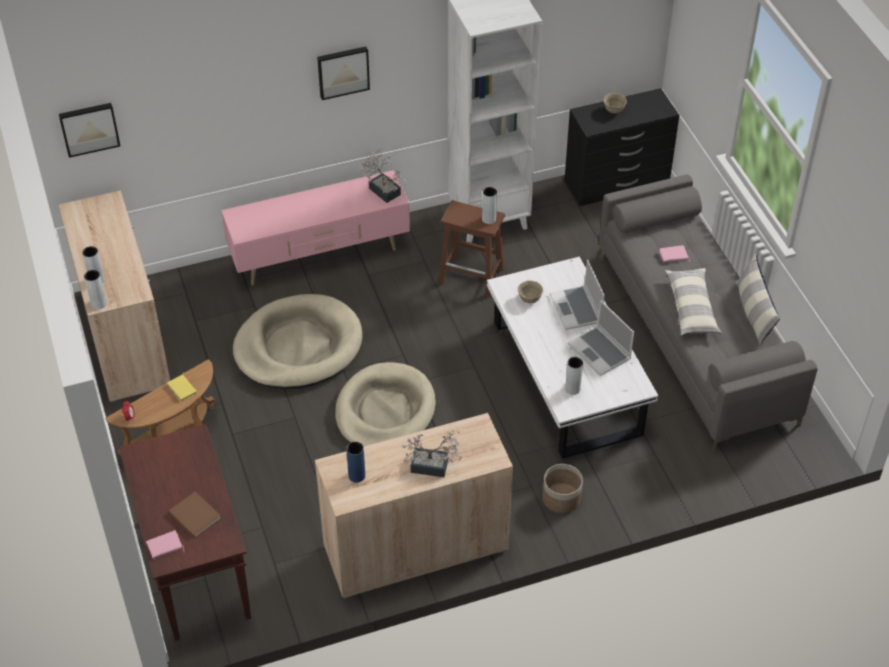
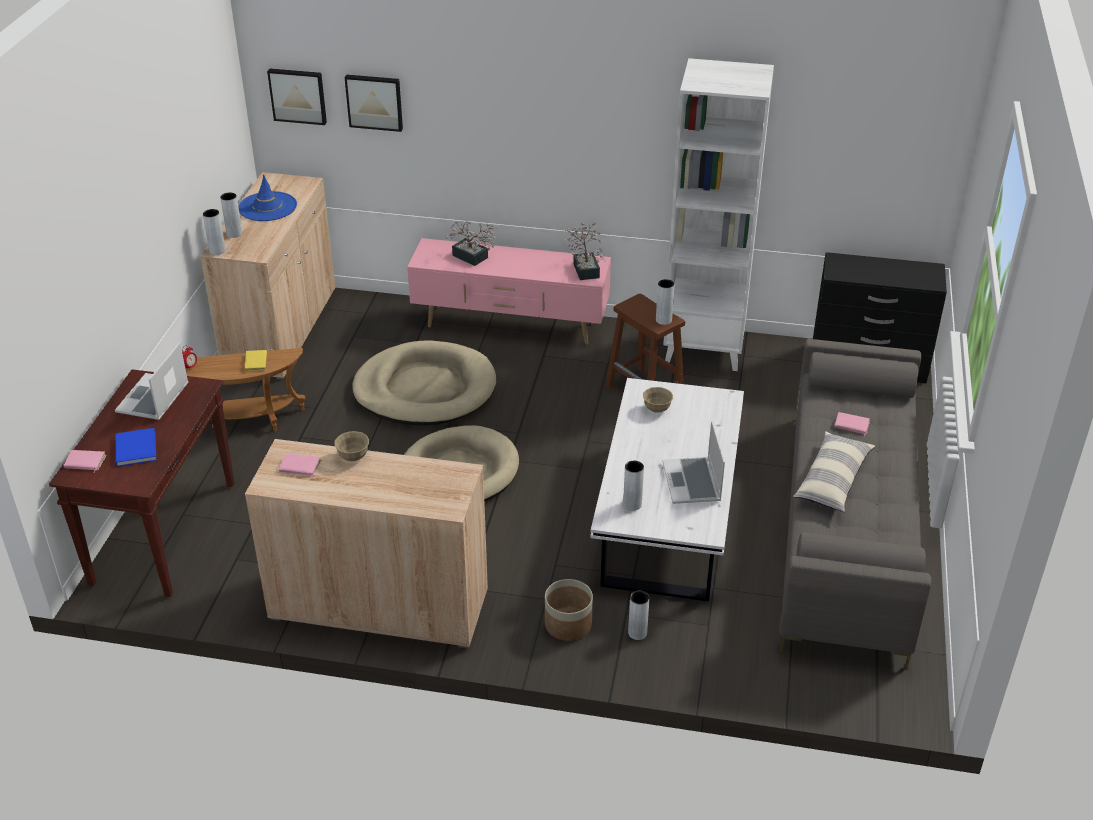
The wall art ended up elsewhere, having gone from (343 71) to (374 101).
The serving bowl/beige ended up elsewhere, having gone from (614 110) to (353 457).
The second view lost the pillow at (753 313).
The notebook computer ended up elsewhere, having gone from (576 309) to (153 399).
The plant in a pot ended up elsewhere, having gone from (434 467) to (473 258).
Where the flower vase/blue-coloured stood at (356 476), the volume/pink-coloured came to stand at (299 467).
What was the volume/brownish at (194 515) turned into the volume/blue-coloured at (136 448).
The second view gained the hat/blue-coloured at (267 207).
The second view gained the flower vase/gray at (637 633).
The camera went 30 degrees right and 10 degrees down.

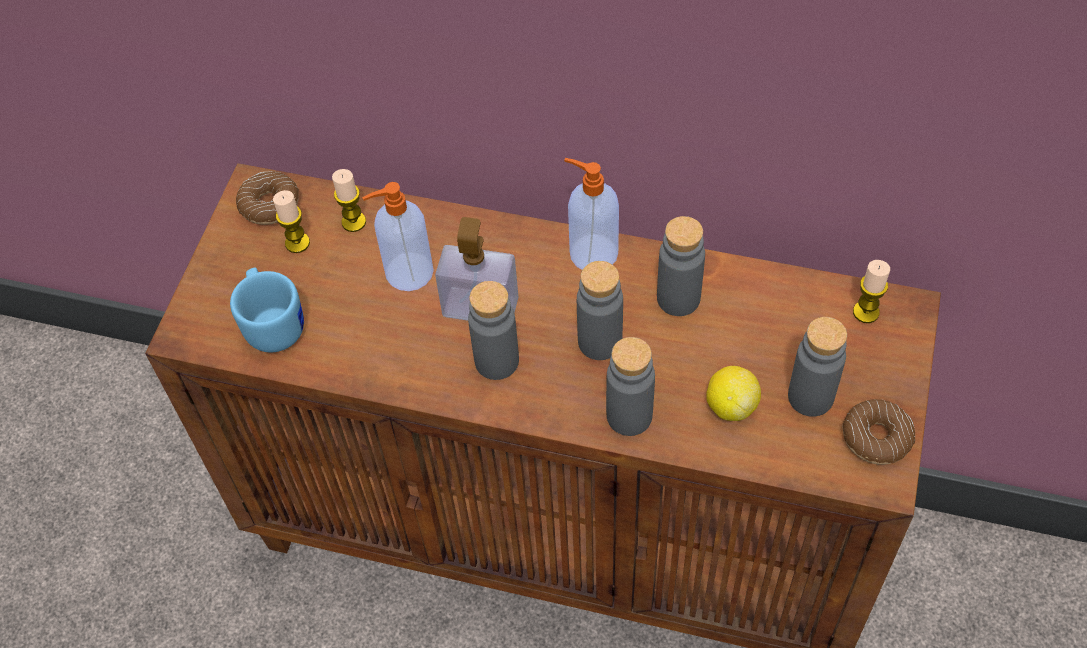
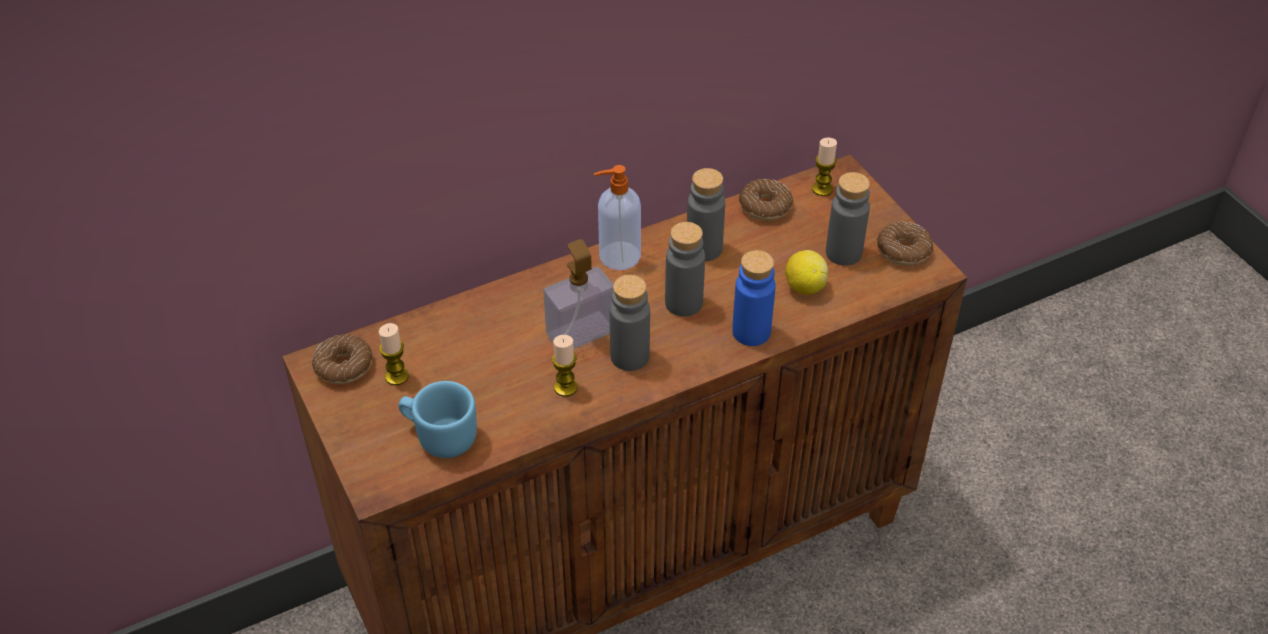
The wax light ended up elsewhere, having gone from (354 222) to (565 387).
The second view lost the liquid soap bottle at (407 272).
What was the bottle/gray at (629 416) turned into the bottle/blue-coloured at (751 332).
The second view gained the donut at (765 206).
The camera went 45 degrees left and 10 degrees down.

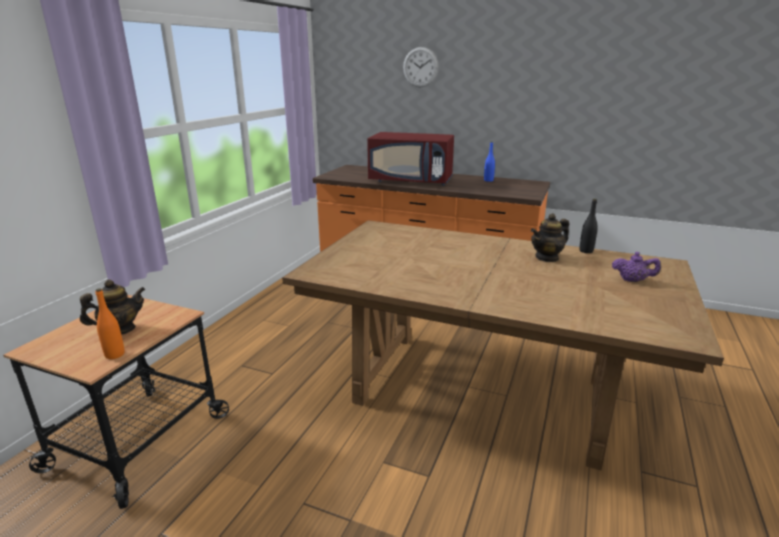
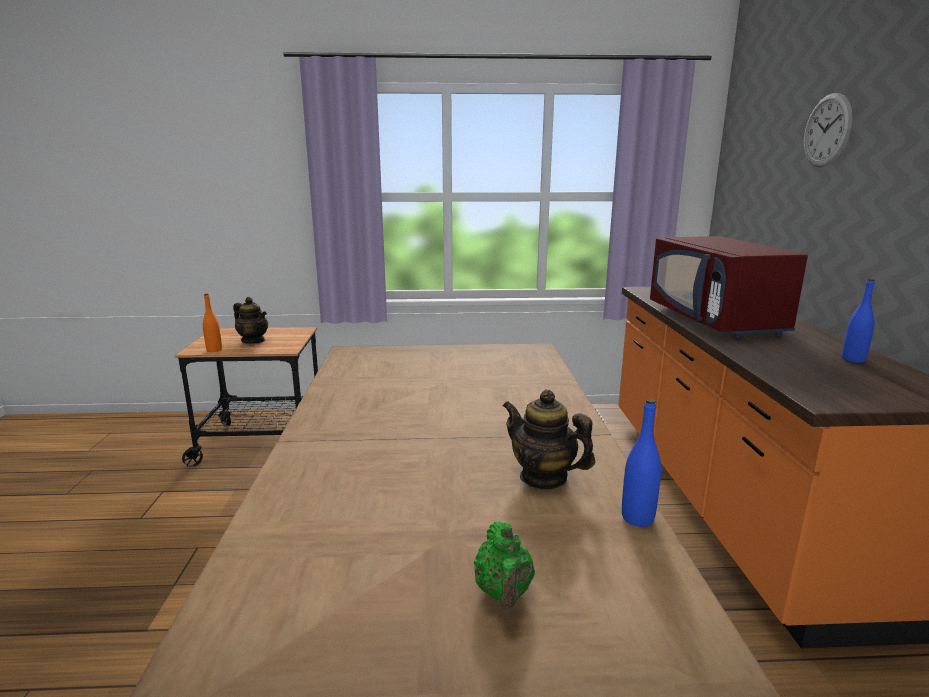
What was the bottle/blackish at (586 251) turned into the bottle/blue-coloured at (637 518).
What was the tea pot/purplish at (632 280) turned into the tea pot/greenish at (504 593).
The camera went 65 degrees right and 5 degrees down.

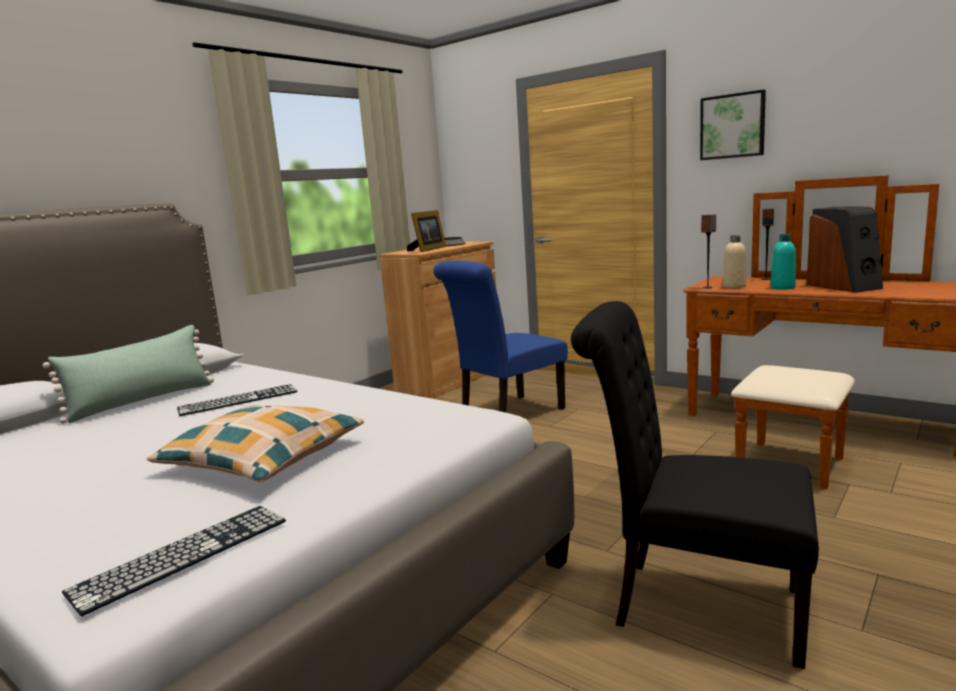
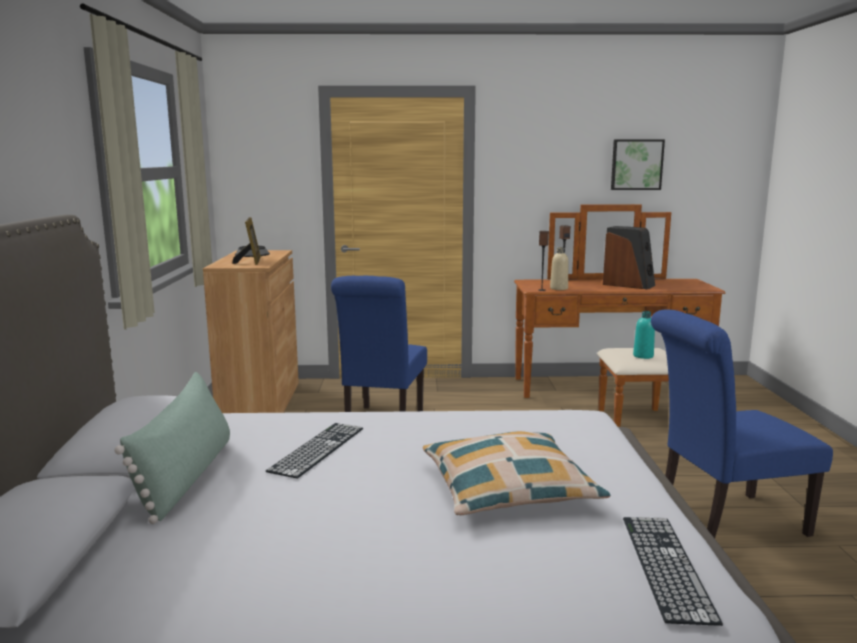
The wall art ended up elsewhere, having gone from (732 126) to (636 164).
The bottle/turquoise ended up elsewhere, having gone from (782 287) to (643 356).
What was the plain chair/blackish at (695 605) turned into the plain chair/blue-coloured at (722 523).
The camera went 40 degrees left and 0 degrees up.

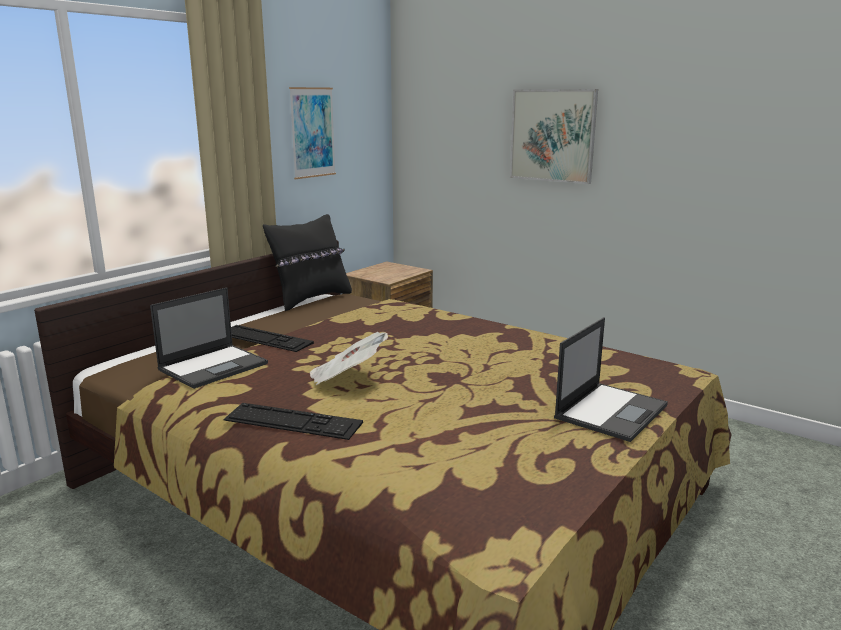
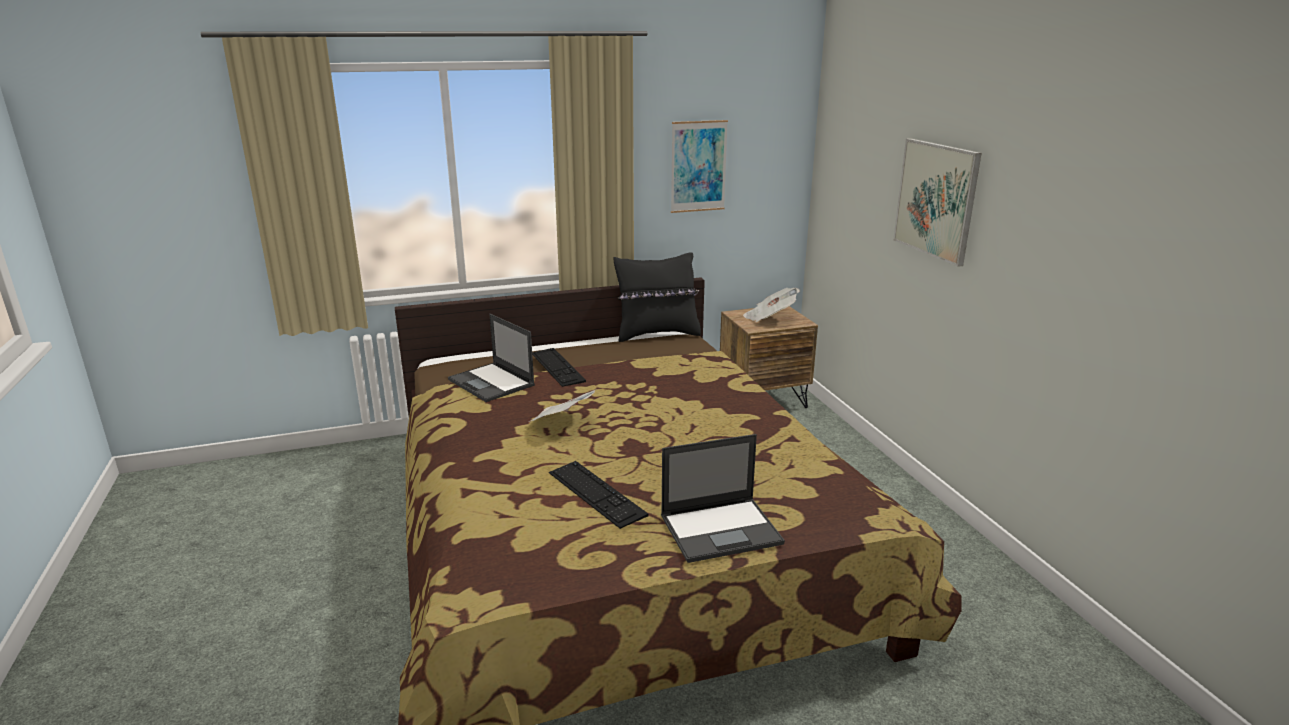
The notebook computer at (214 366) ended up facing another way, 60 degrees clockwise from before.
The keyboard ended up elsewhere, having gone from (293 421) to (596 493).
The second view gained the newspaper at (769 318).
The camera went 35 degrees right and 5 degrees up.

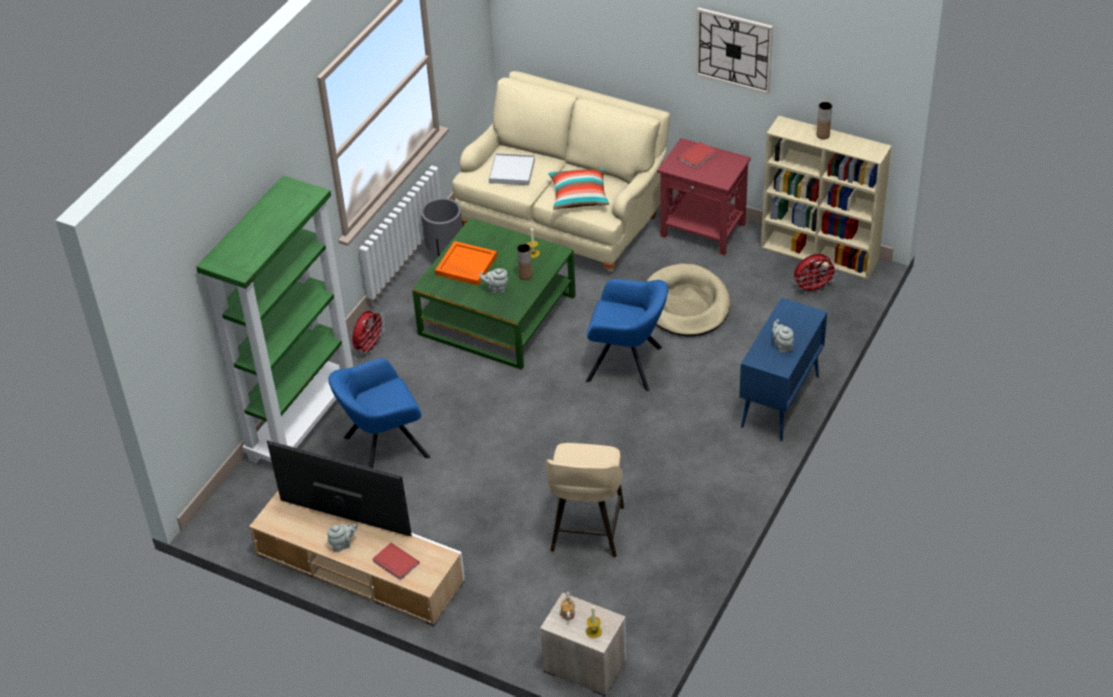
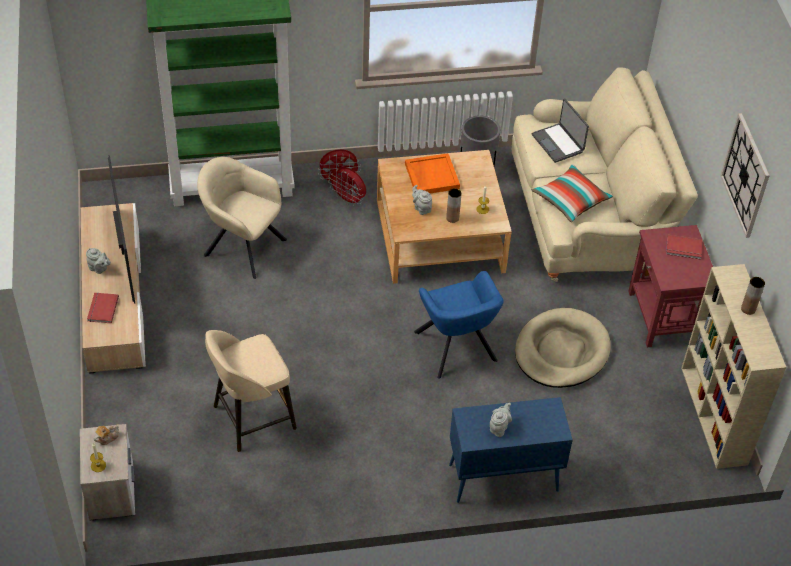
Where the tray/white-coloured stood at (512 171), the notebook computer came to stand at (558 143).
What was the low table/greenish at (497 315) turned into the low table/beige at (440 236).
The cooling fan/reddish ended up elsewhere, having gone from (813 288) to (348 199).
What was the easy chair/blue-coloured at (383 448) turned into the easy chair/beige at (242 246).
The camera went 50 degrees right and 5 degrees up.

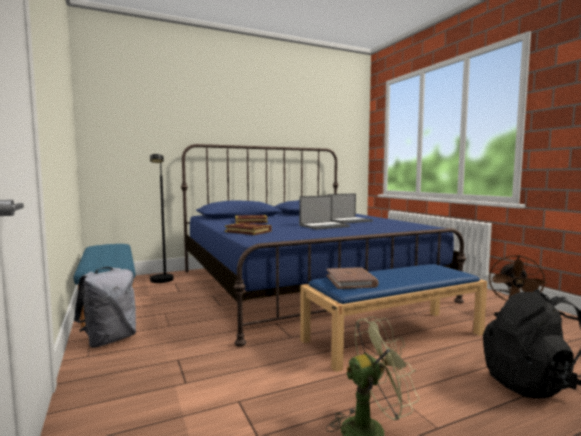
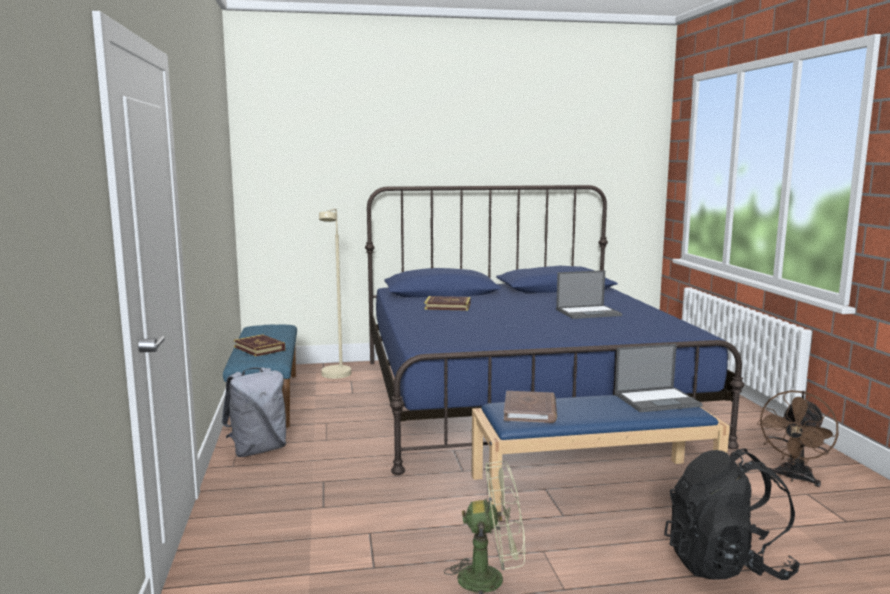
What was the floor lamp/blackish at (162 281) turned into the floor lamp/beige at (336 376).
The notebook computer ended up elsewhere, having gone from (324 226) to (657 400).
The volume ended up elsewhere, having gone from (248 231) to (259 348).
The camera went 15 degrees right and 5 degrees up.

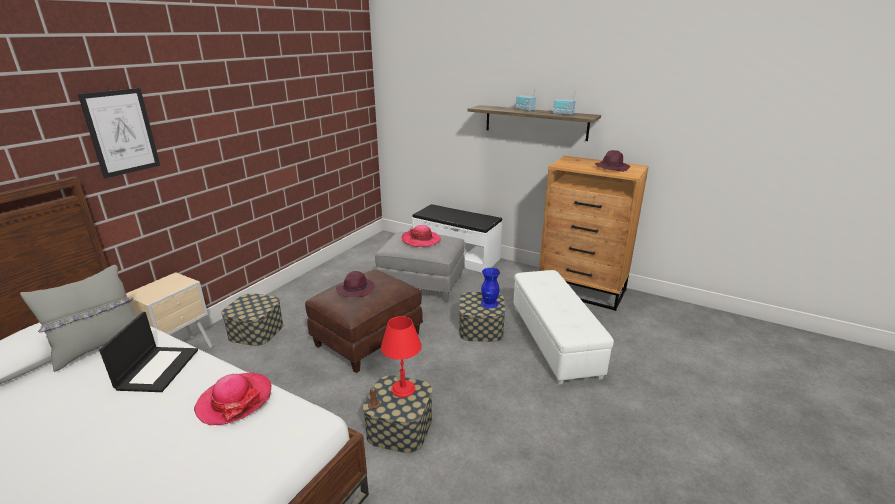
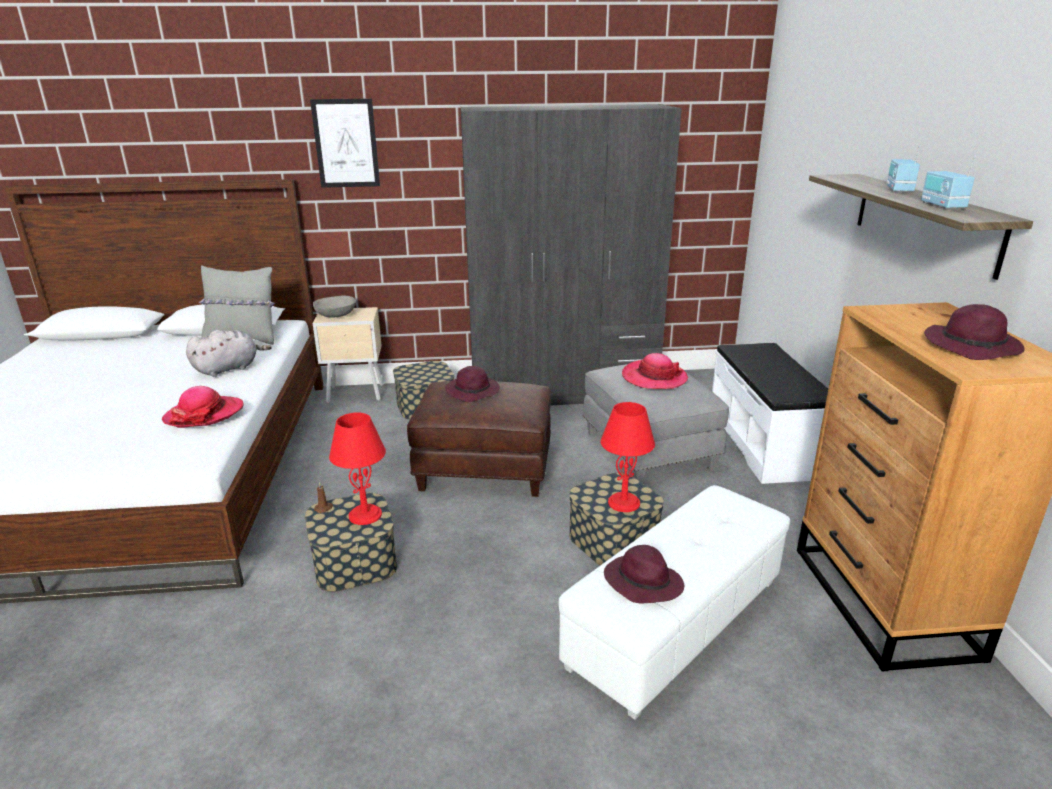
Where the flower vase/blue-coloured stood at (489 303), the table lamp/reddish came to stand at (623 503).
Where the notebook computer stood at (158 368), the plush toy/gray came to stand at (229 369).
The second view gained the wardrobe/gray at (563 391).
The second view gained the serving bowl/gray at (336 315).
The second view gained the hat/purplish at (642 582).
The camera went 55 degrees right and 0 degrees up.

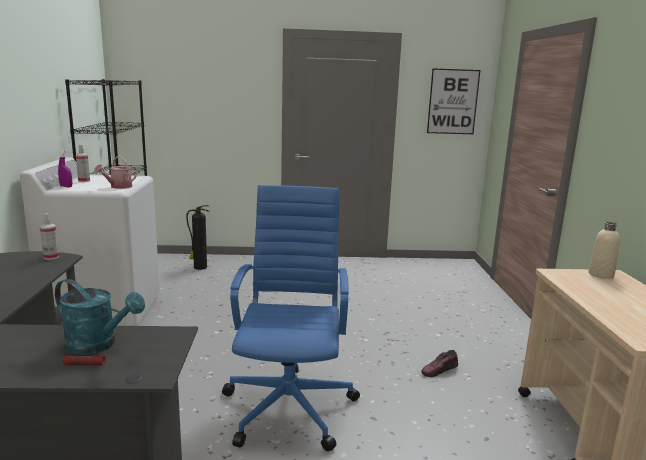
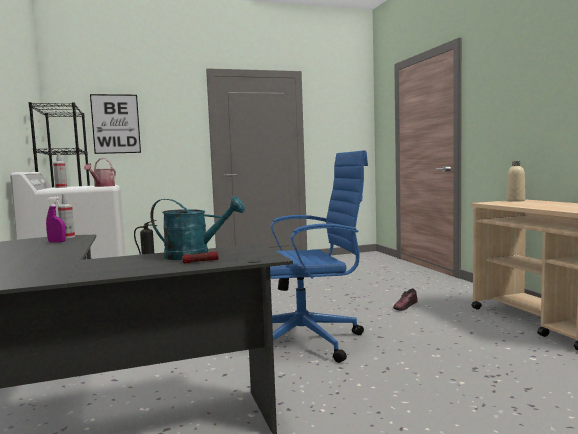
The wall art ended up elsewhere, having gone from (453 102) to (116 124).
The sprayer/purplish ended up elsewhere, having gone from (66 186) to (57 242).
The computer chair/blue-coloured at (290 405) ended up facing another way, 90 degrees clockwise from before.
The camera went 15 degrees left and 10 degrees down.

